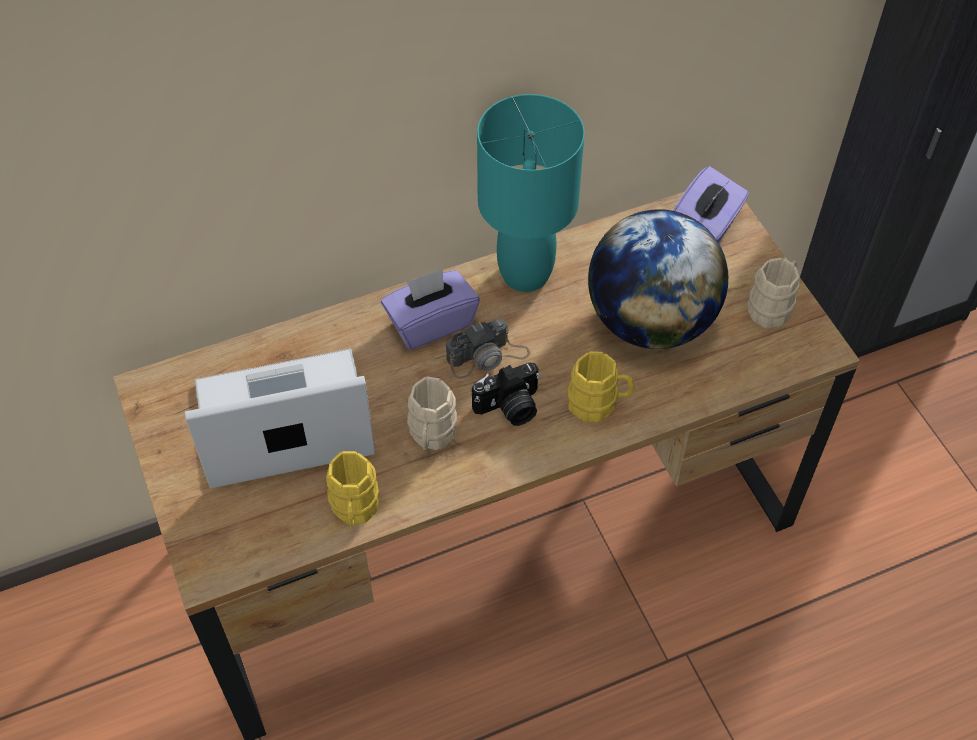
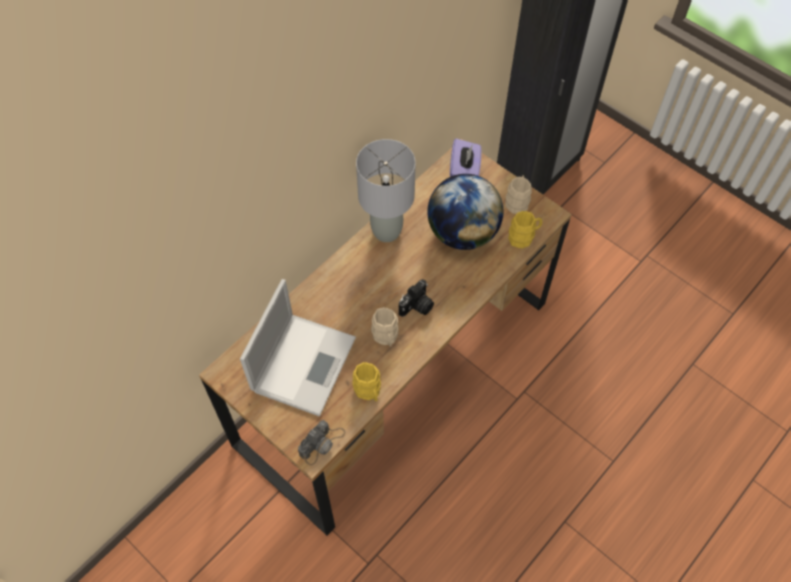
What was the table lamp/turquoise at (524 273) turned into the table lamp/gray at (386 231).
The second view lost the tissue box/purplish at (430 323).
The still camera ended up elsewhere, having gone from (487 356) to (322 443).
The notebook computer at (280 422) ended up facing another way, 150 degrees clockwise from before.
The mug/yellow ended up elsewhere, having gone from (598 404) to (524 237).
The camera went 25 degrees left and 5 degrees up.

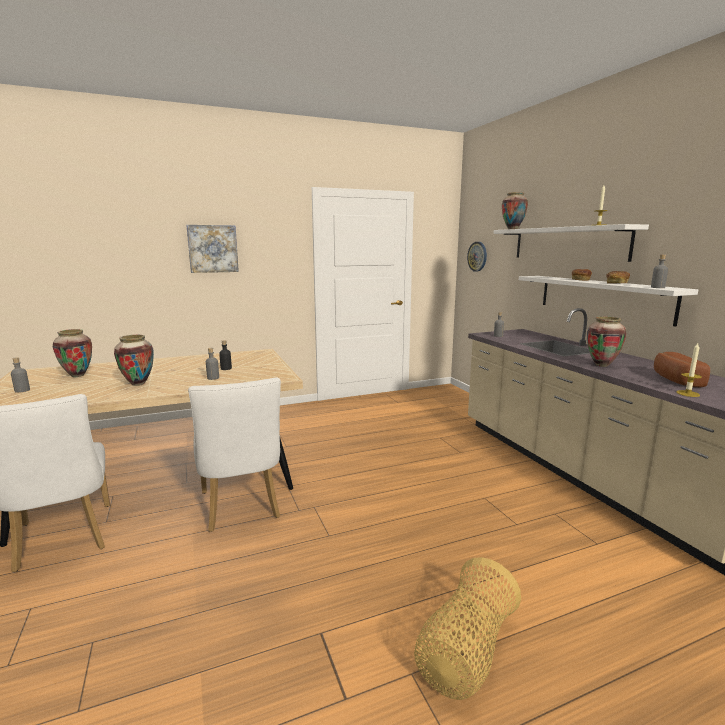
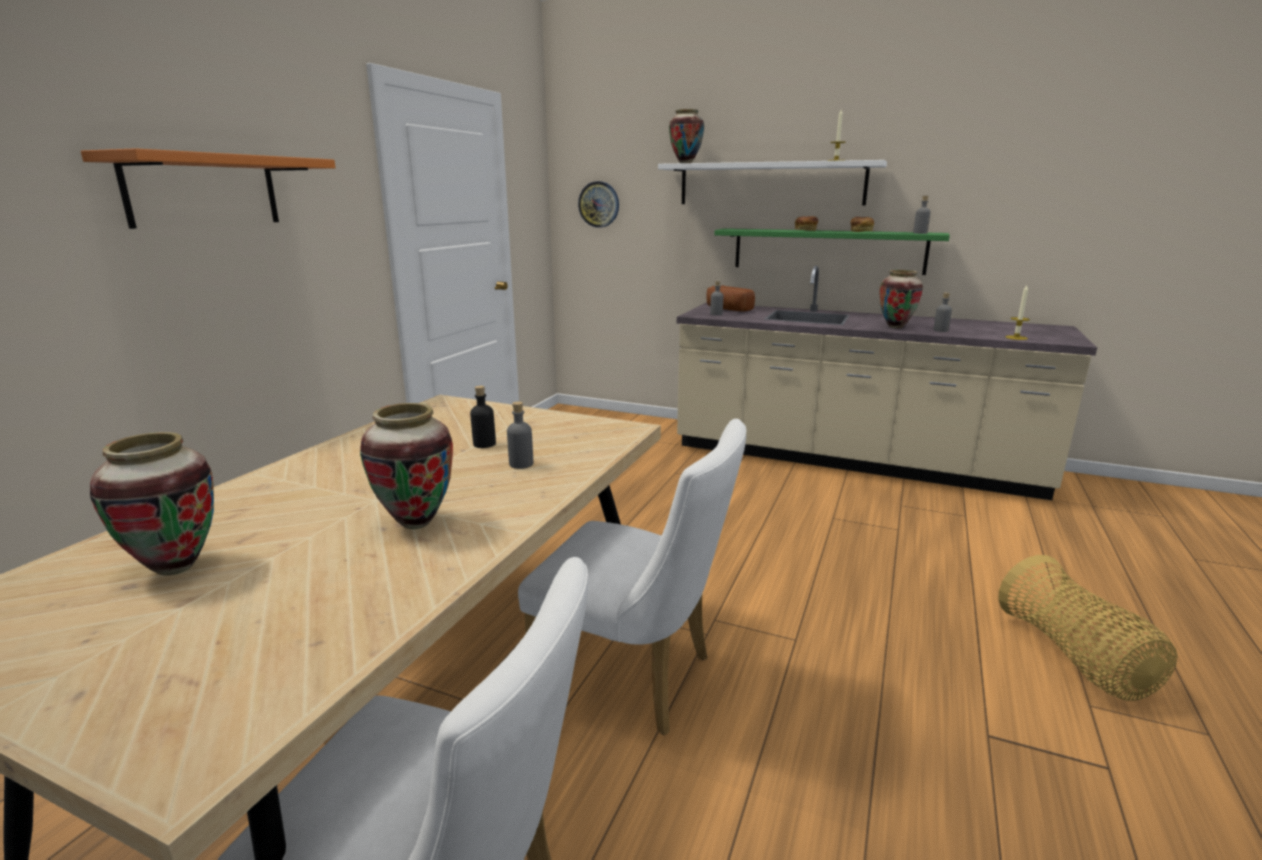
Where the wall art hung at (213 248), the shelf/orangey came to hang at (204 191).
What was the shelf/white-coloured at (602 297) turned into the shelf/greenish at (827 250).
The baked bread ended up elsewhere, having gone from (674 380) to (726 309).
The bottle/gray ended up elsewhere, having gone from (22 390) to (940 330).
The camera went 45 degrees left and 5 degrees up.

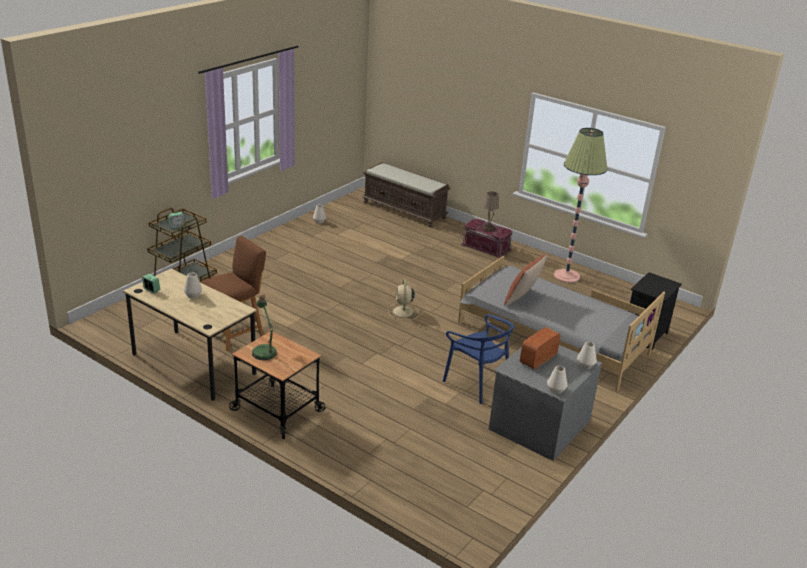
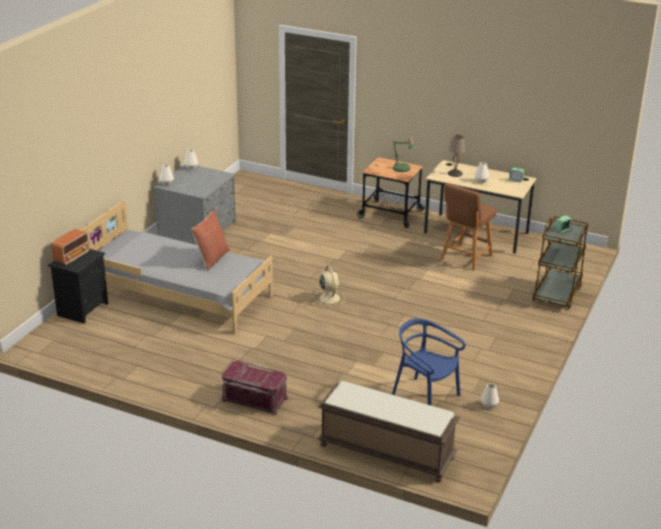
The second view lost the floor lamp at (566 276).
The table lamp/beige ended up elsewhere, having gone from (488 228) to (455 173).
The plain chair/blue-coloured ended up elsewhere, having gone from (477 384) to (425 398).
The radio ended up elsewhere, having gone from (537 359) to (72 257).
The camera went 170 degrees right and 0 degrees up.

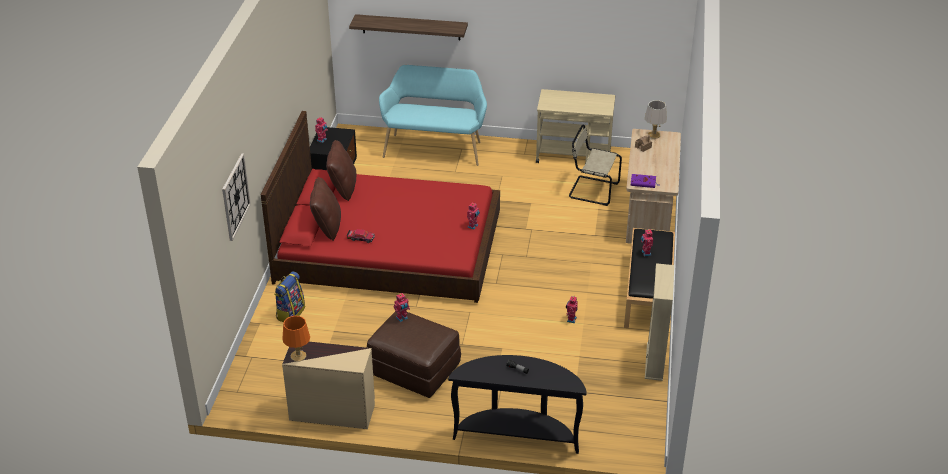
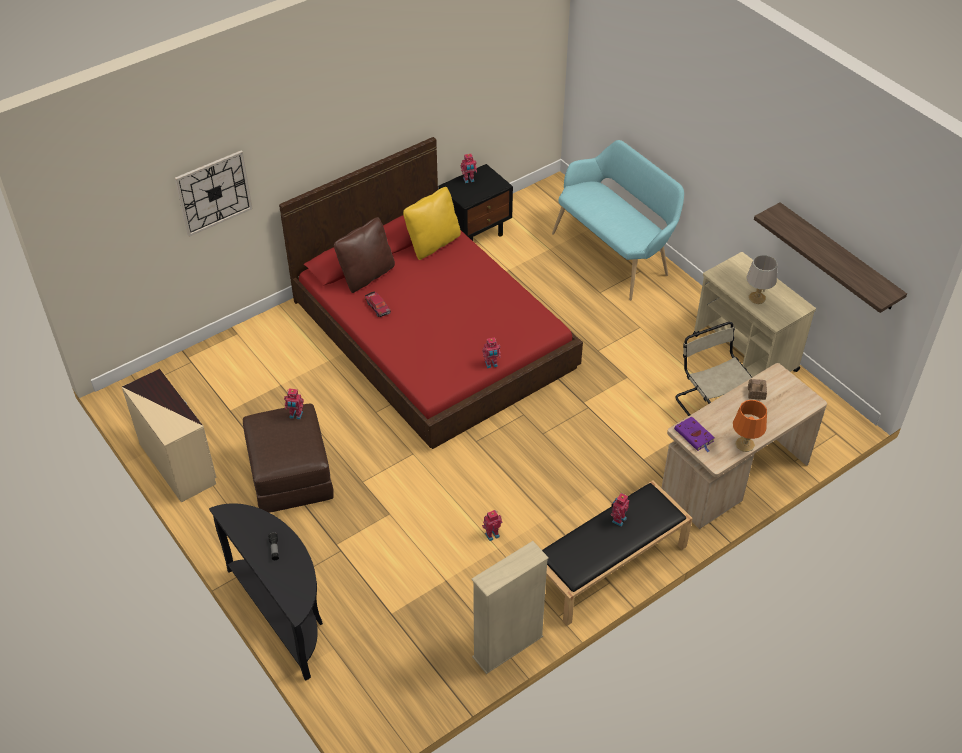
The shelf ended up elsewhere, having gone from (411 27) to (838 257).
The table lamp/gray ended up elsewhere, having gone from (653 135) to (757 297).
What was the pillow/brownish at (343 188) turned into the pillow/yellow at (433 243).
The second view lost the knapsack at (290 313).
The table lamp/orangey ended up elsewhere, having gone from (298 355) to (745 444).
The camera went 45 degrees right and 10 degrees up.

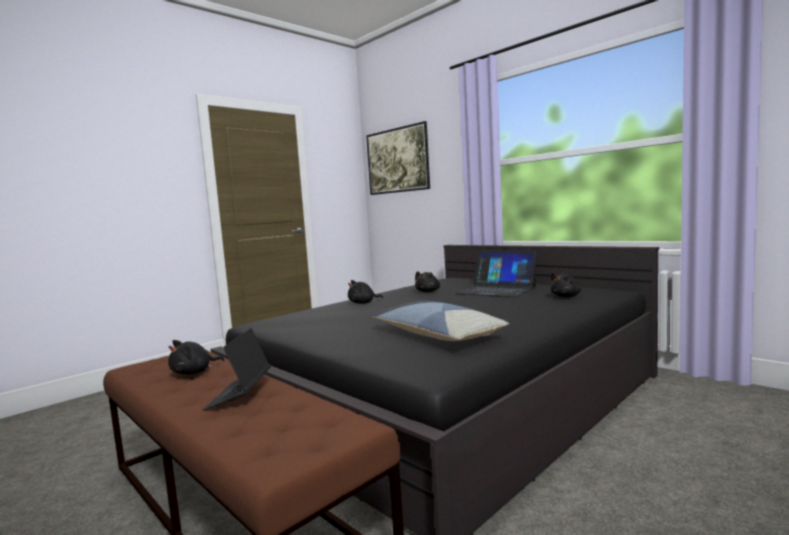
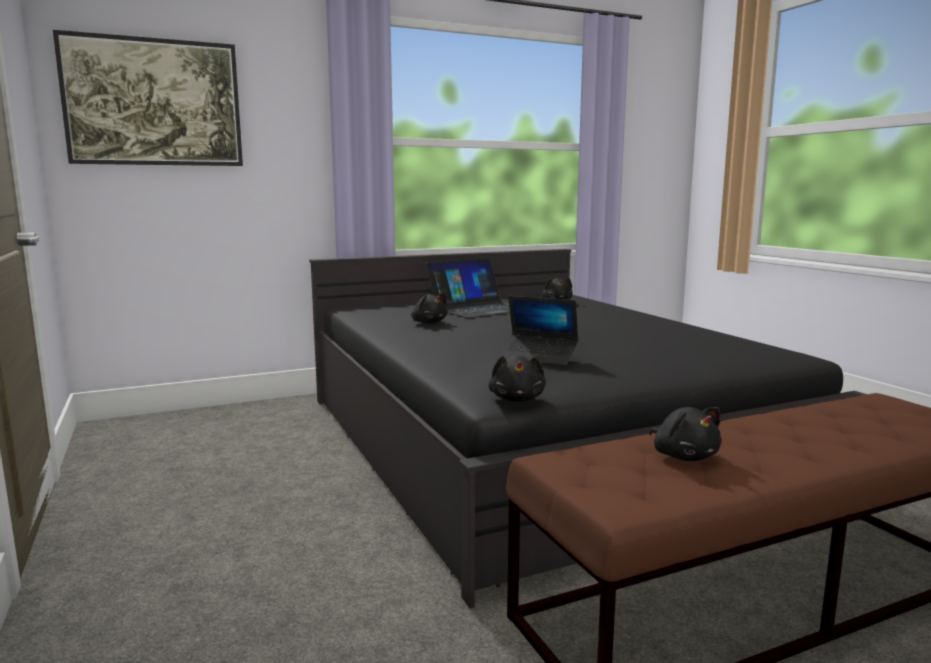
The plush toy/blackish ended up elsewhere, having gone from (363 303) to (517 399).
The second view lost the pillow at (436 334).
The notebook computer ended up elsewhere, having gone from (240 395) to (538 357).
The camera went 70 degrees left and 5 degrees up.

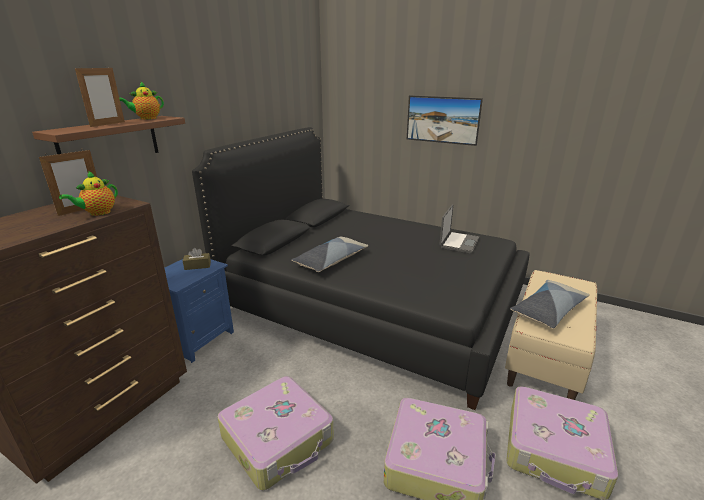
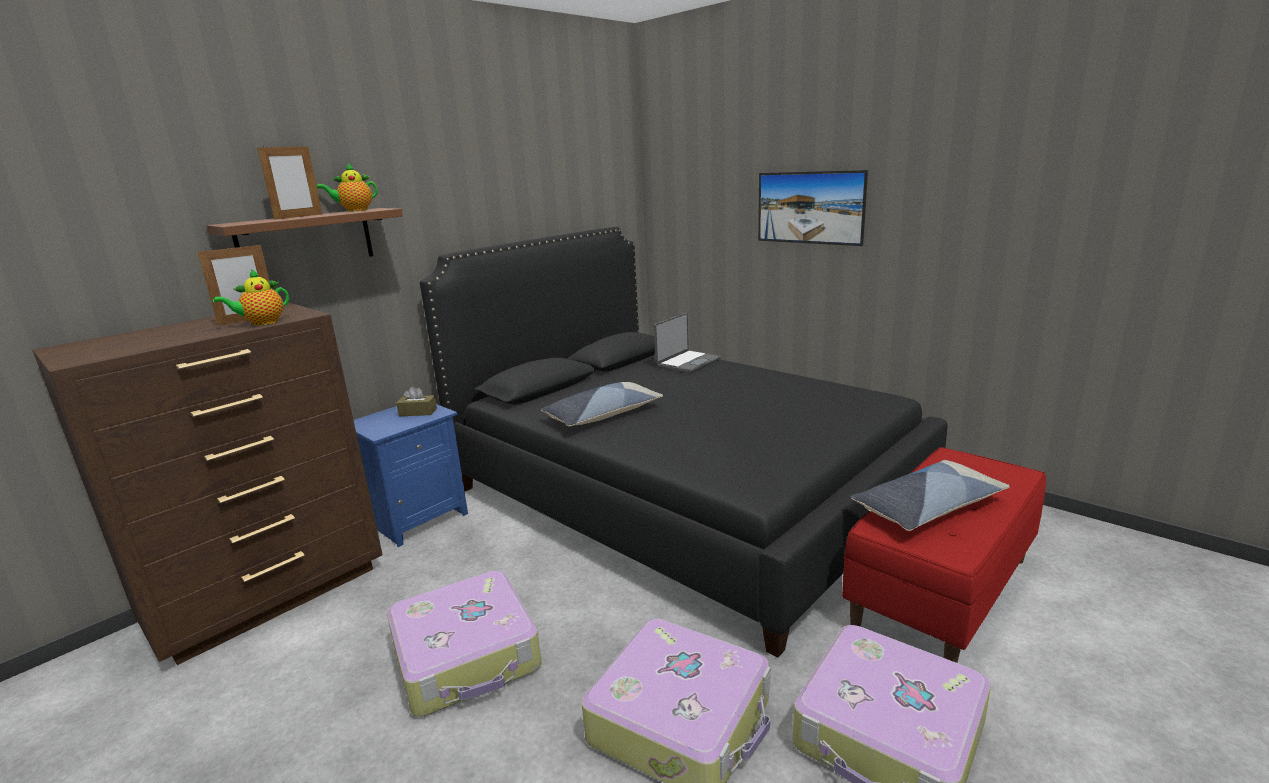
The notebook computer ended up elsewhere, having gone from (458 243) to (687 363).
What was the bench/beige at (545 355) turned into the bench/reddish at (941 591).
The camera went 15 degrees right and 5 degrees down.

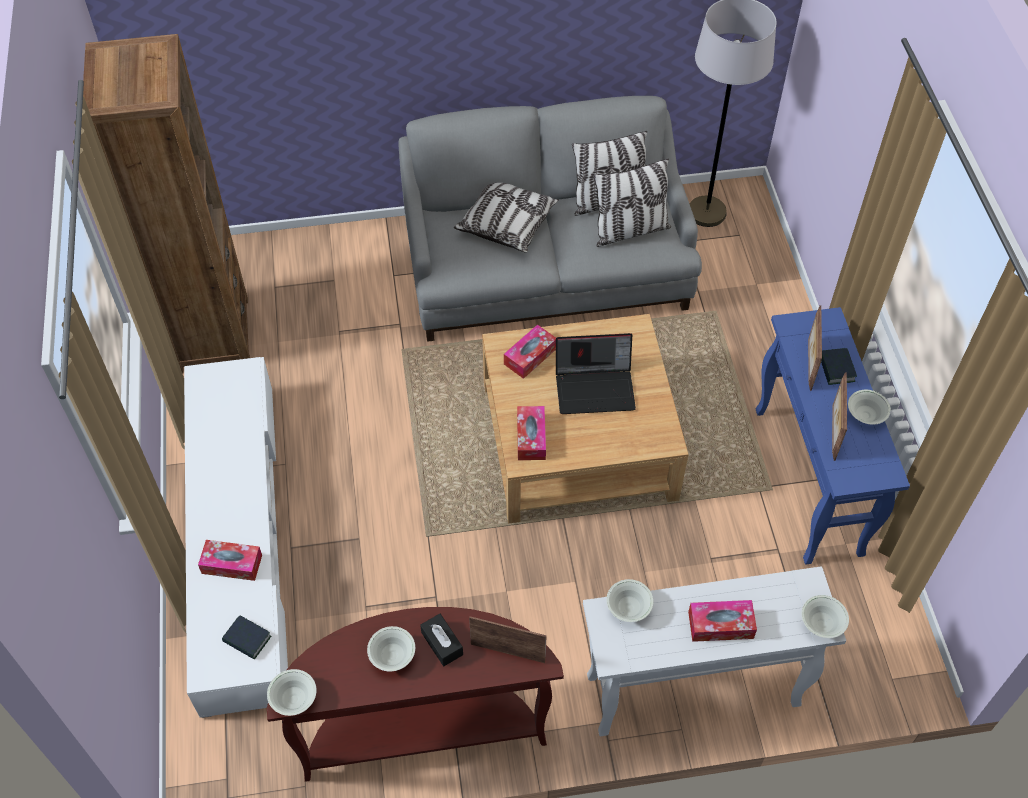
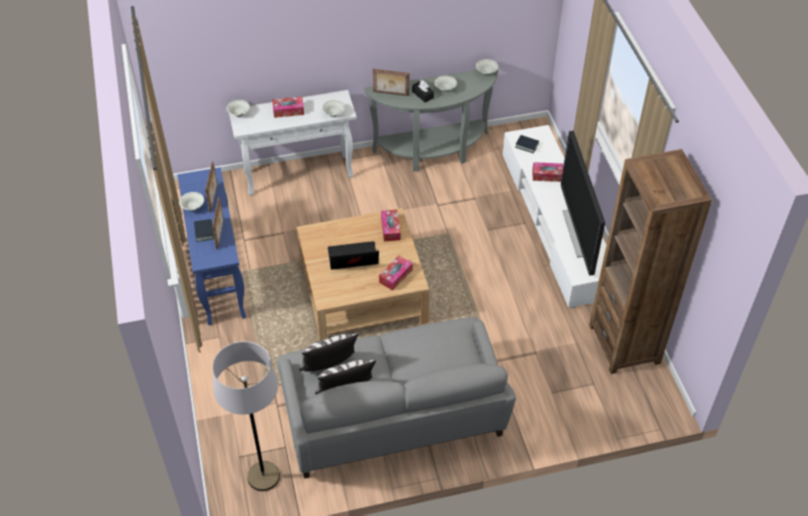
The second view lost the pillow at (507 224).
What was the hall table/brownish at (423 728) turned into the hall table/gray at (434 152).
The second view gained the TV at (579 233).
The camera went 175 degrees right and 5 degrees down.

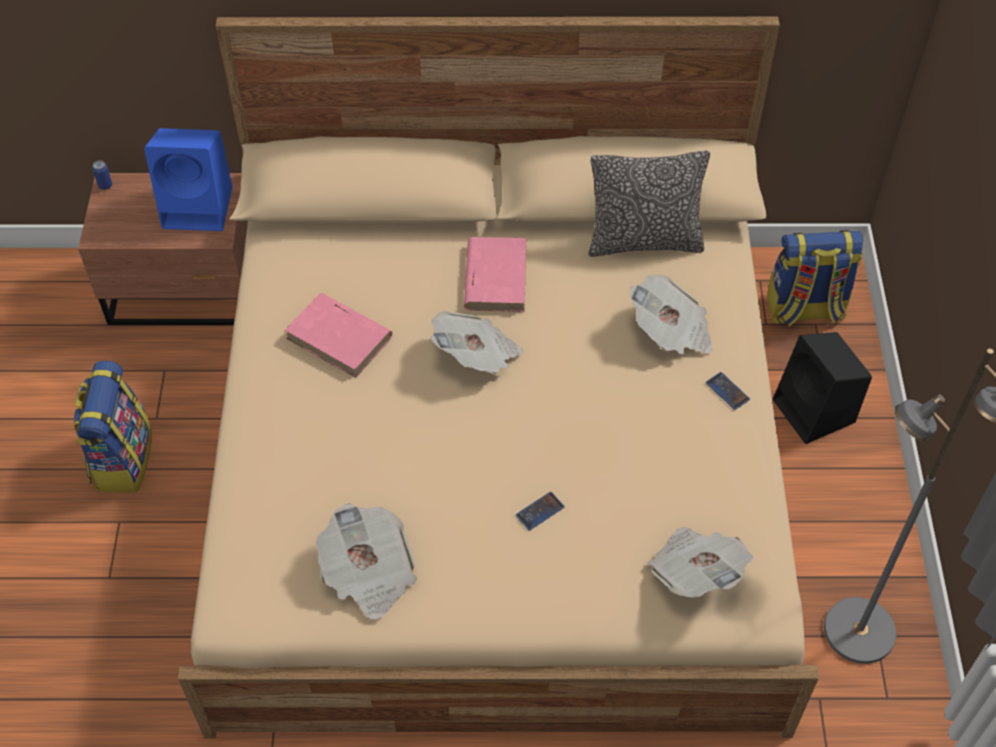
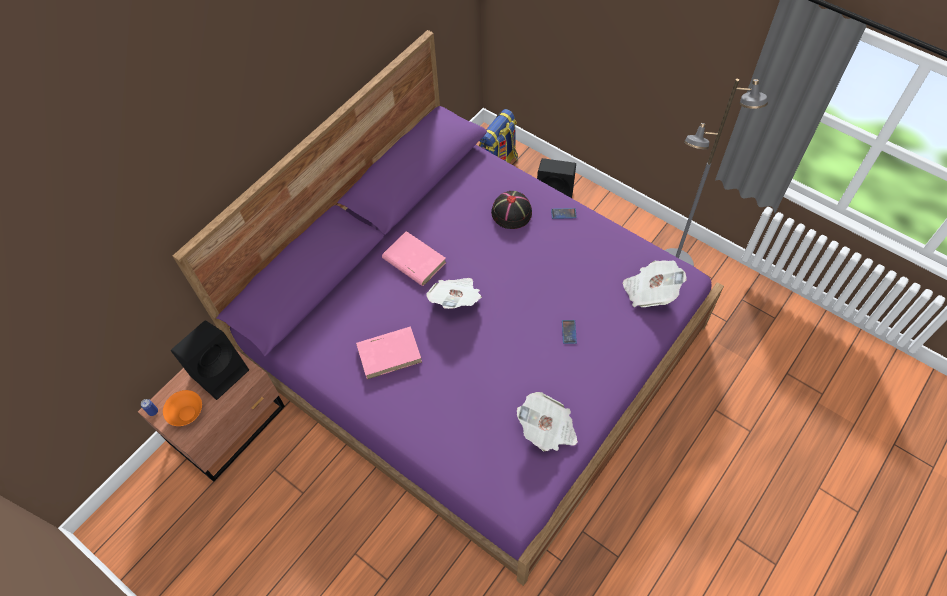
What was the bedroom bed/beige at (499 465) turned into the bedroom bed/purplish at (475 346).
What was the audio speaker/blue-coloured at (200 207) turned into the audio speaker/blackish at (220 371).
The second view lost the pillow at (644 241).
Where the newspaper stood at (671 332), the hat/blackish came to stand at (512 212).
The second view lost the knapsack at (121 459).
The second view gained the serving bowl/orangey at (187 413).
The camera went 50 degrees left and 5 degrees up.

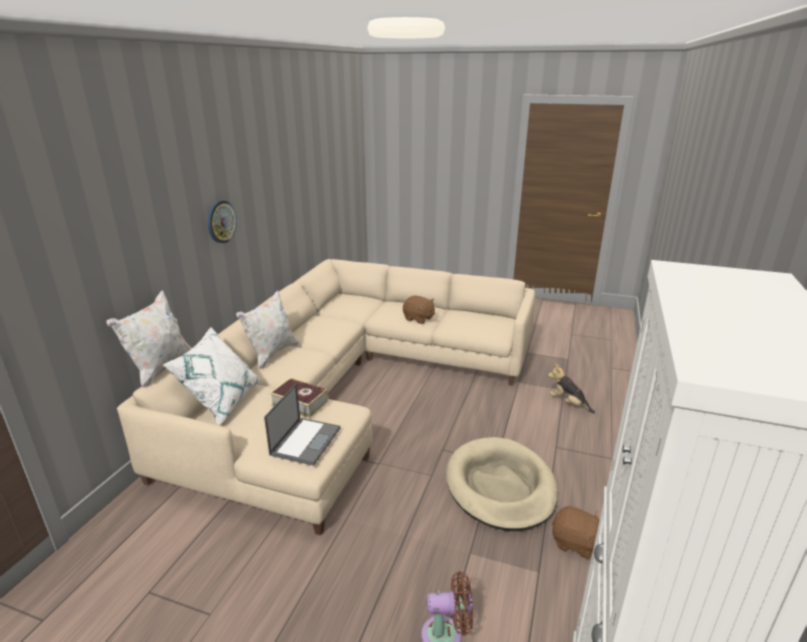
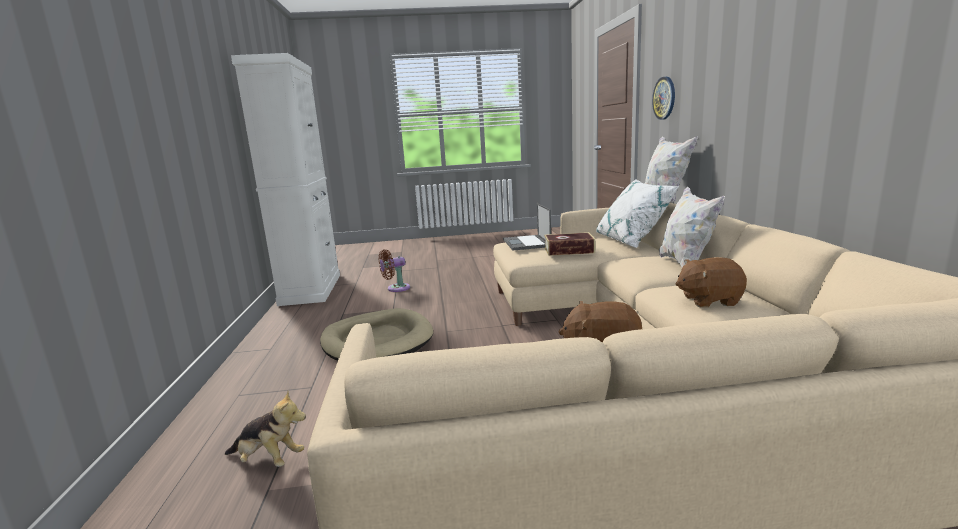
The hanging clock ended up elsewhere, having gone from (221 221) to (664 98).
The plush toy/brownish ended up elsewhere, having gone from (575 543) to (709 300).
The camera went 155 degrees right and 10 degrees down.

